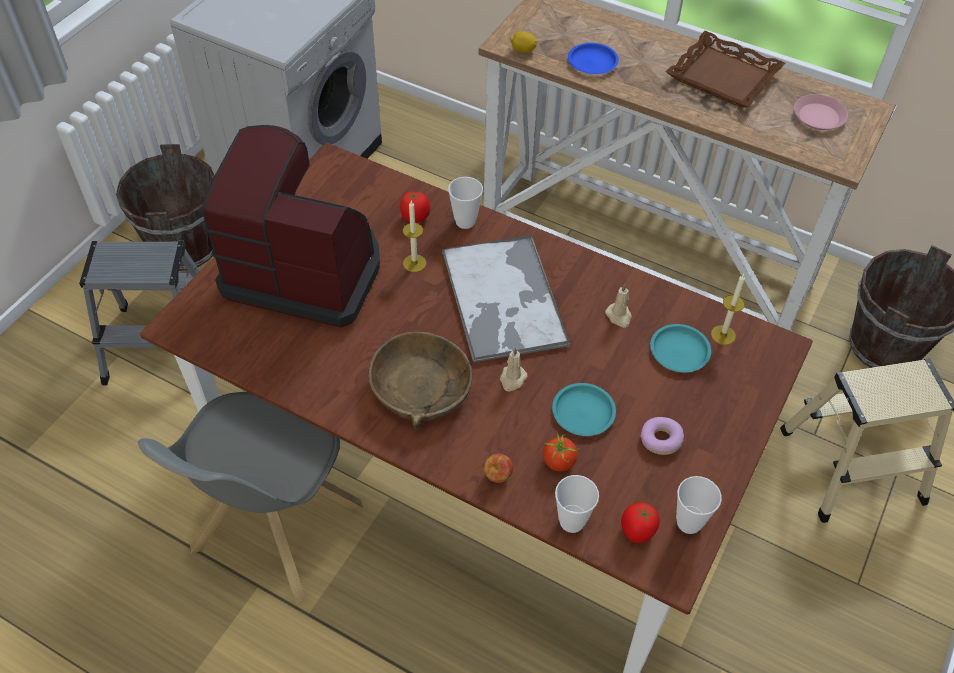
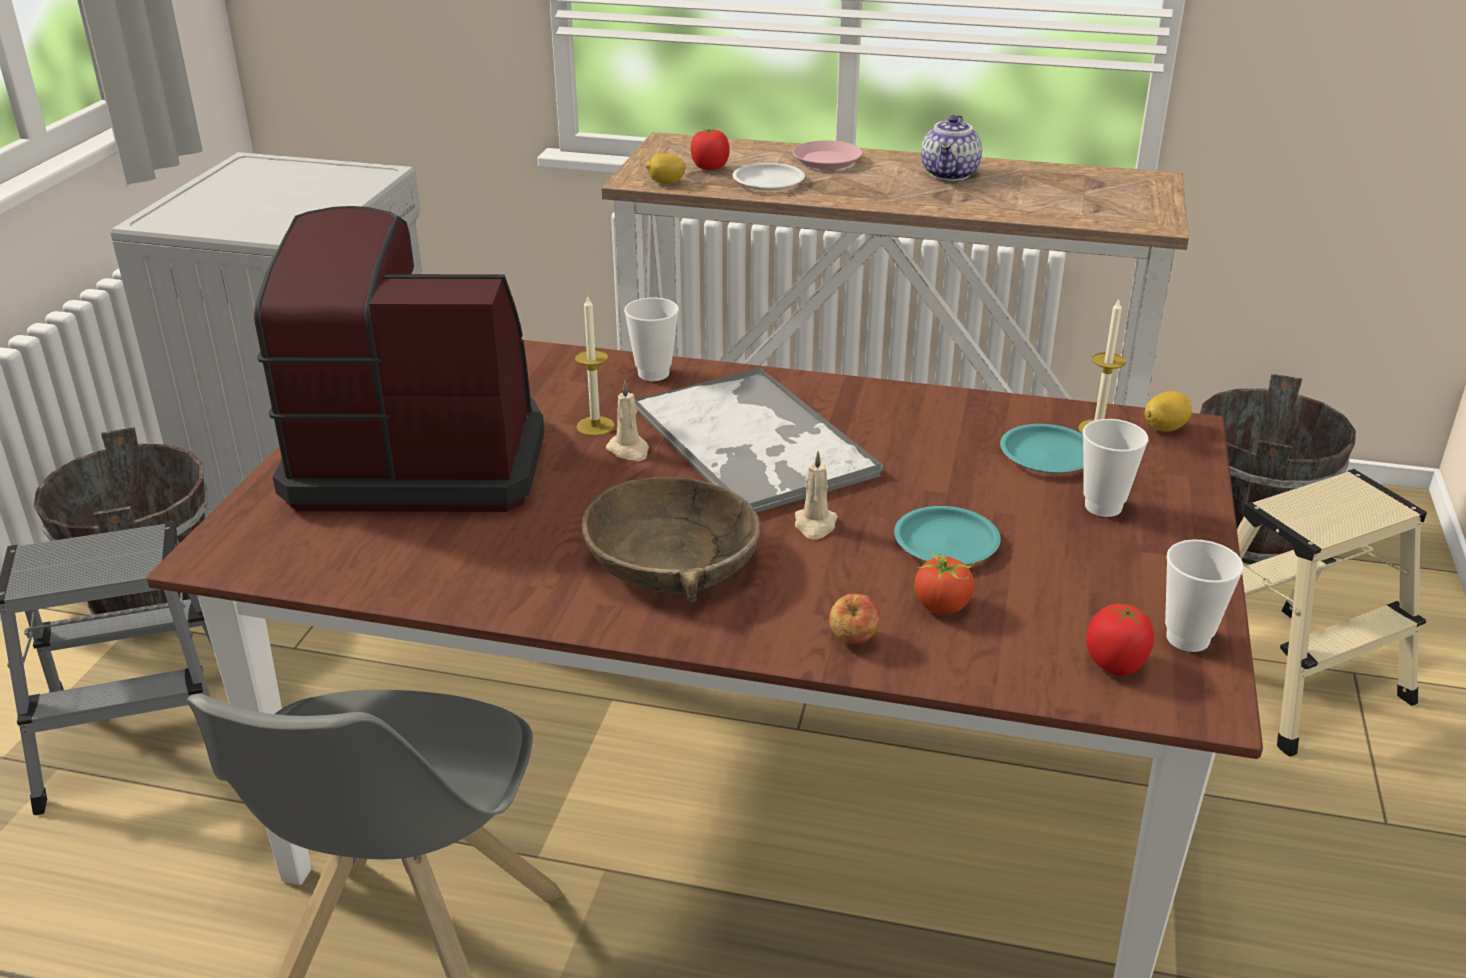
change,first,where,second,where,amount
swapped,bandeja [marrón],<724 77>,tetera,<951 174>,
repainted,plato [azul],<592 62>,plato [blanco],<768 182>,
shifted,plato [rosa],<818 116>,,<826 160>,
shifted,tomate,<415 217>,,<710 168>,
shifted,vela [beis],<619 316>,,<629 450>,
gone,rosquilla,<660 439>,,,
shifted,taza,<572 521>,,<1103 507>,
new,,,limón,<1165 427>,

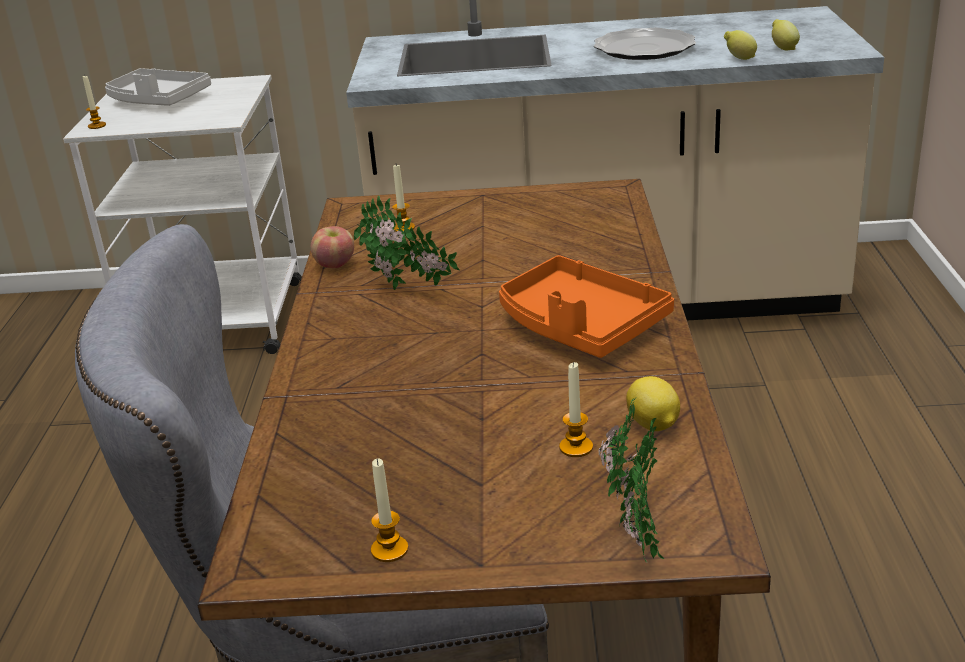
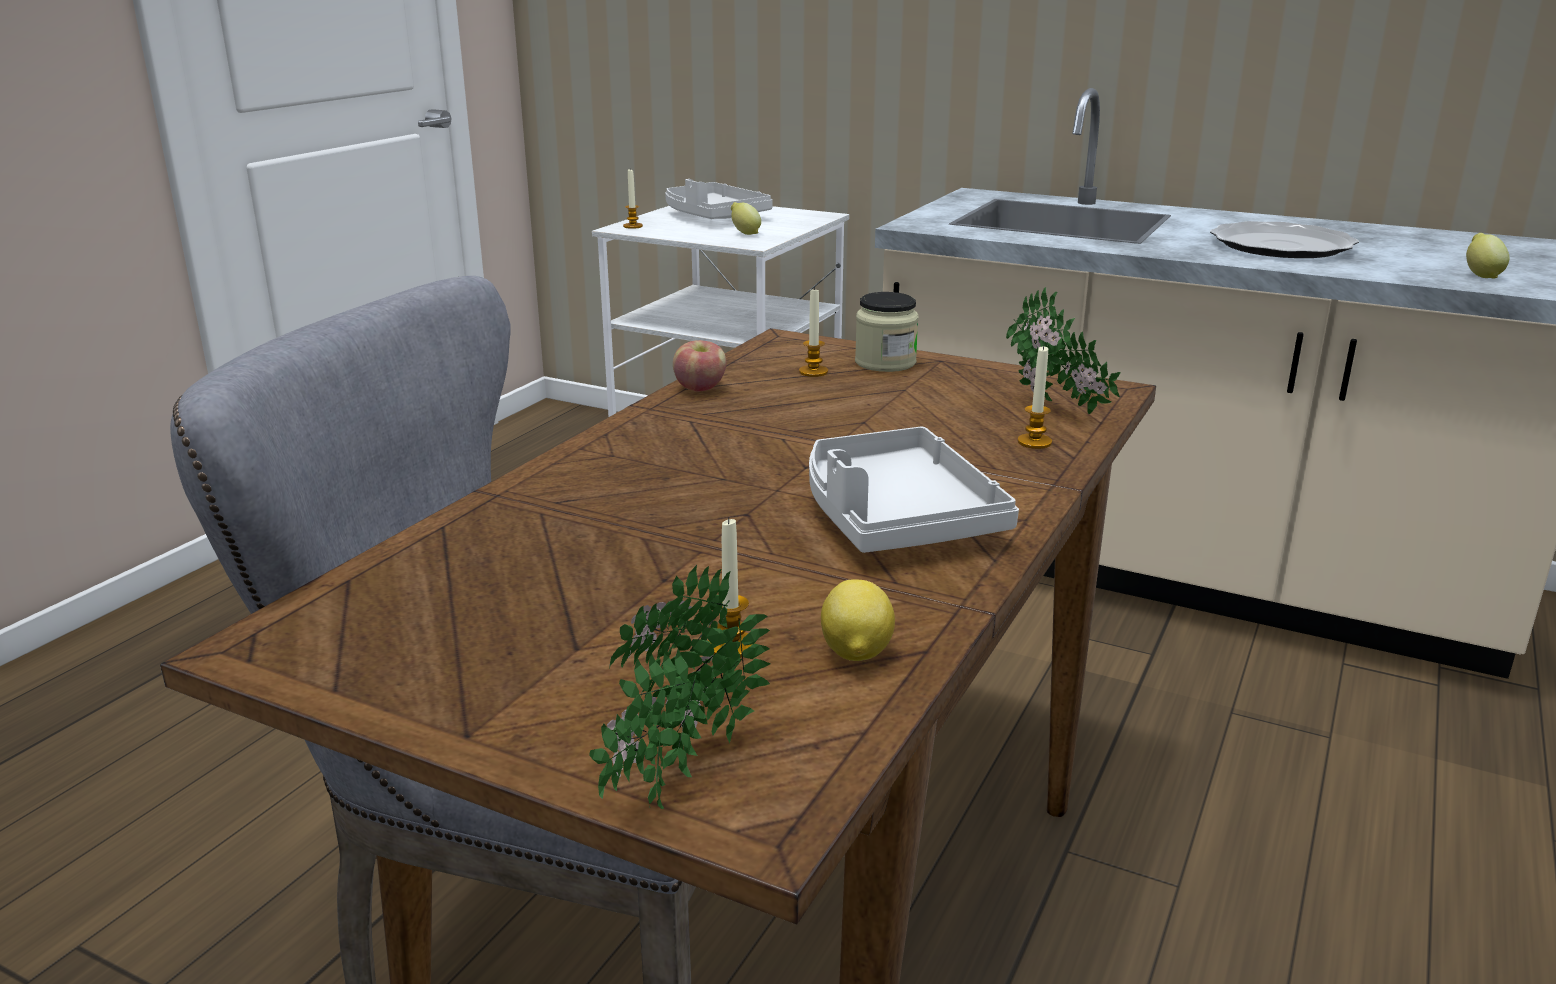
change,first,where,second,where,amount
shifted,limón,<739 59>,,<745 233>,
shifted,planta en maceta,<409 289>,,<1055 412>,
repainted,bandeja [naranja],<579 326>,bandeja [gris],<895 517>,
shifted,vela,<389 549>,,<1034 442>,
new,,,tarro,<885 362>,

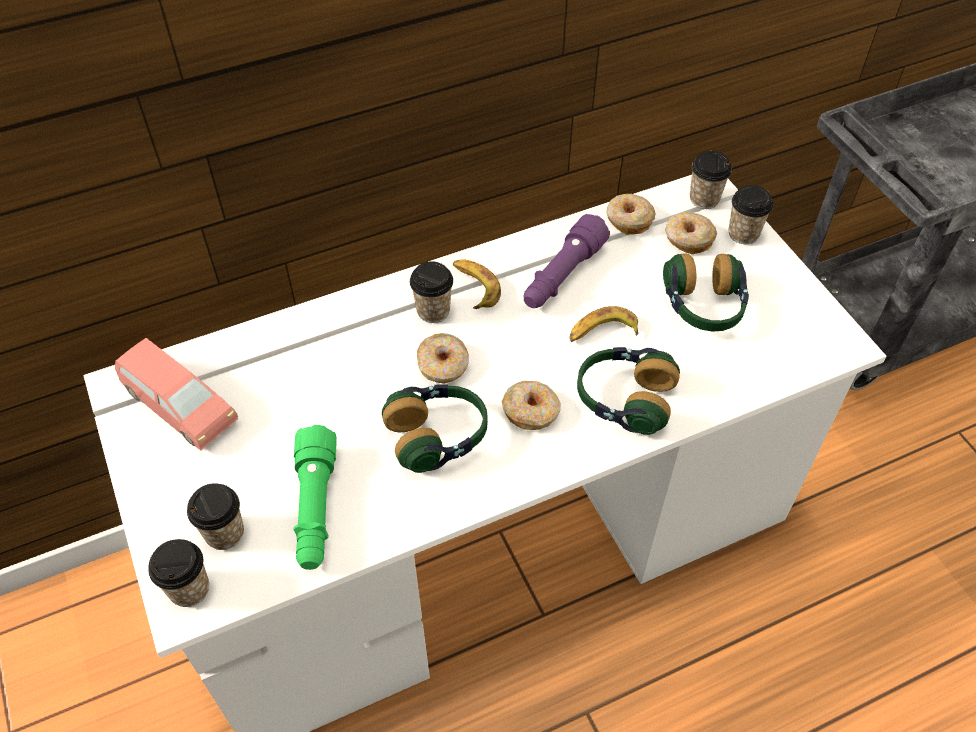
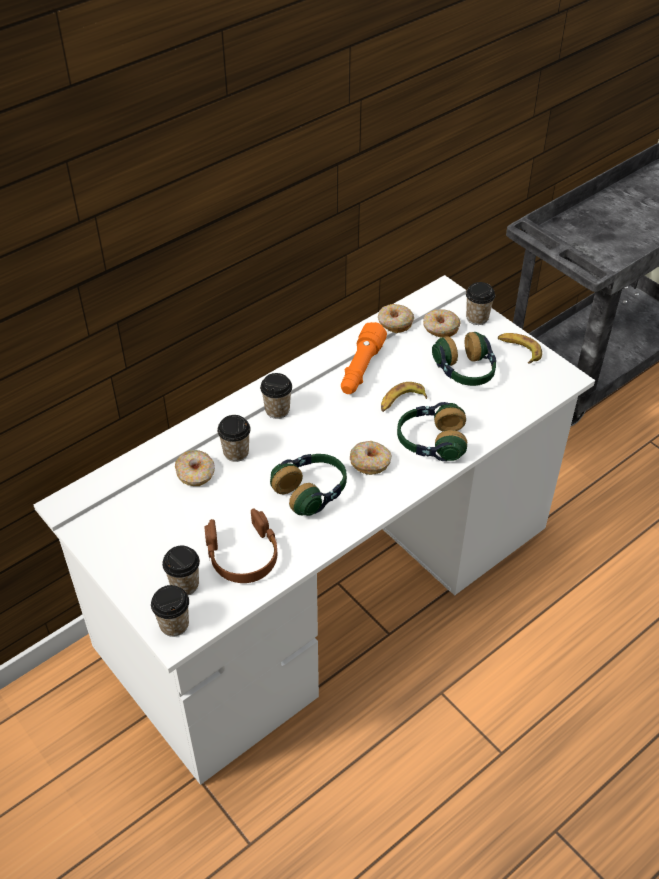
change,first,where,second,where,amount
shifted,taza,<704 199>,,<236 452>,
repainted,linterna [morado],<562 275>,linterna [naranja],<361 369>,
shifted,plátano,<474 287>,,<519 350>,
shifted,rosquilla,<443 365>,,<196 473>,
gone,coche de juguete [rosa],<180 406>,,,
swapped,linterna [verde],<315 508>,auriculares [marrón],<243 555>,

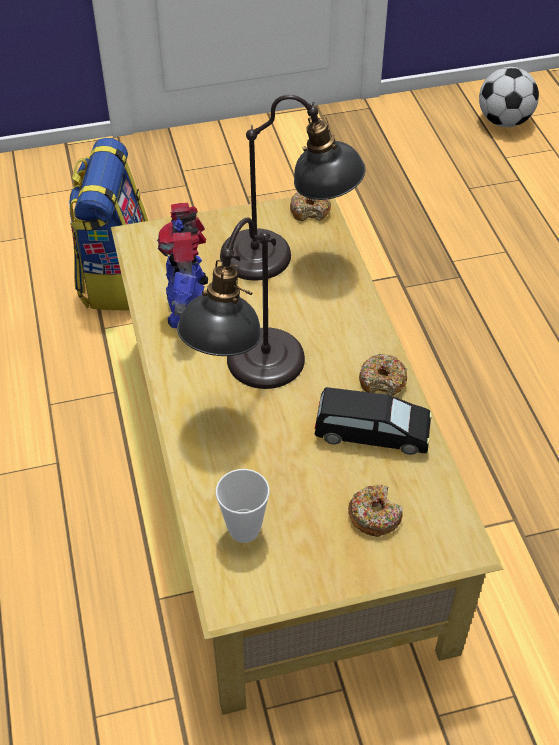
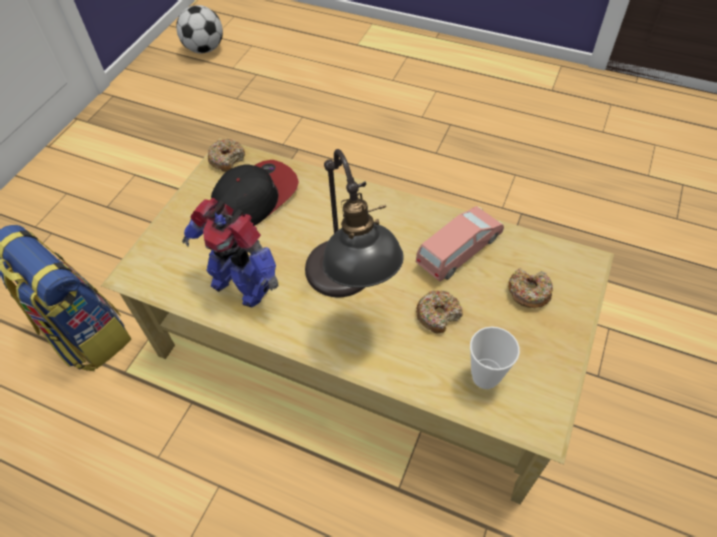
change,first,where,second,where,amount
swapped,lámpara de mesa [gris],<287 255>,gorra,<255 197>,
shifted,rosquilla,<382 381>,,<438 315>,
repainted,coche de juguete [negro],<372 433>,coche de juguete [rosa],<458 250>,

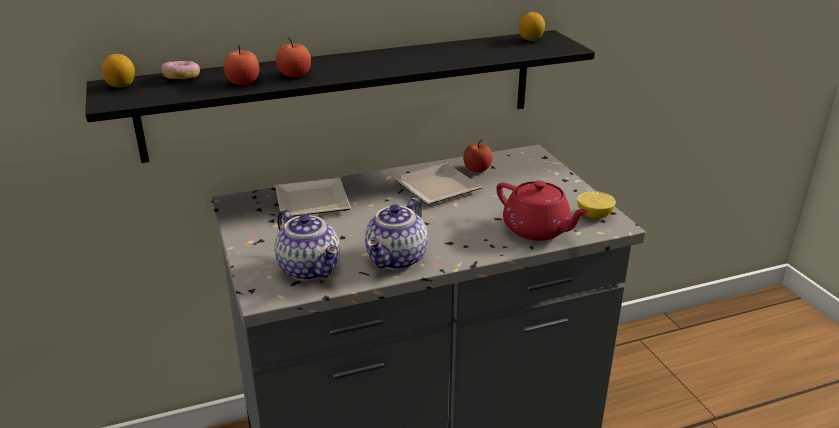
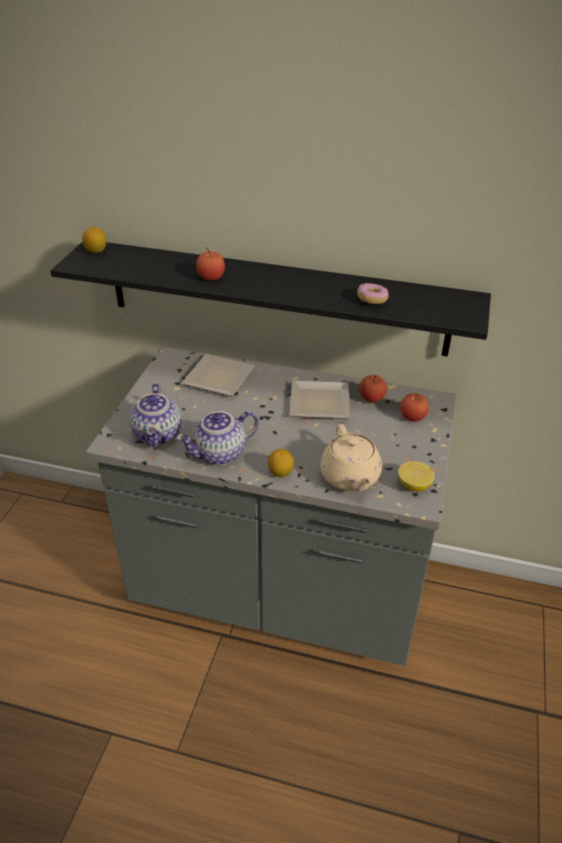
change,first,where,second,where,amount
shifted,limón,<531 40>,,<281 473>,
shifted,manzana,<243 82>,,<412 417>,
shifted,rosquilla,<182 78>,,<372 300>,
repainted,tetera [rojo],<537 230>,tetera [beis],<350 477>,

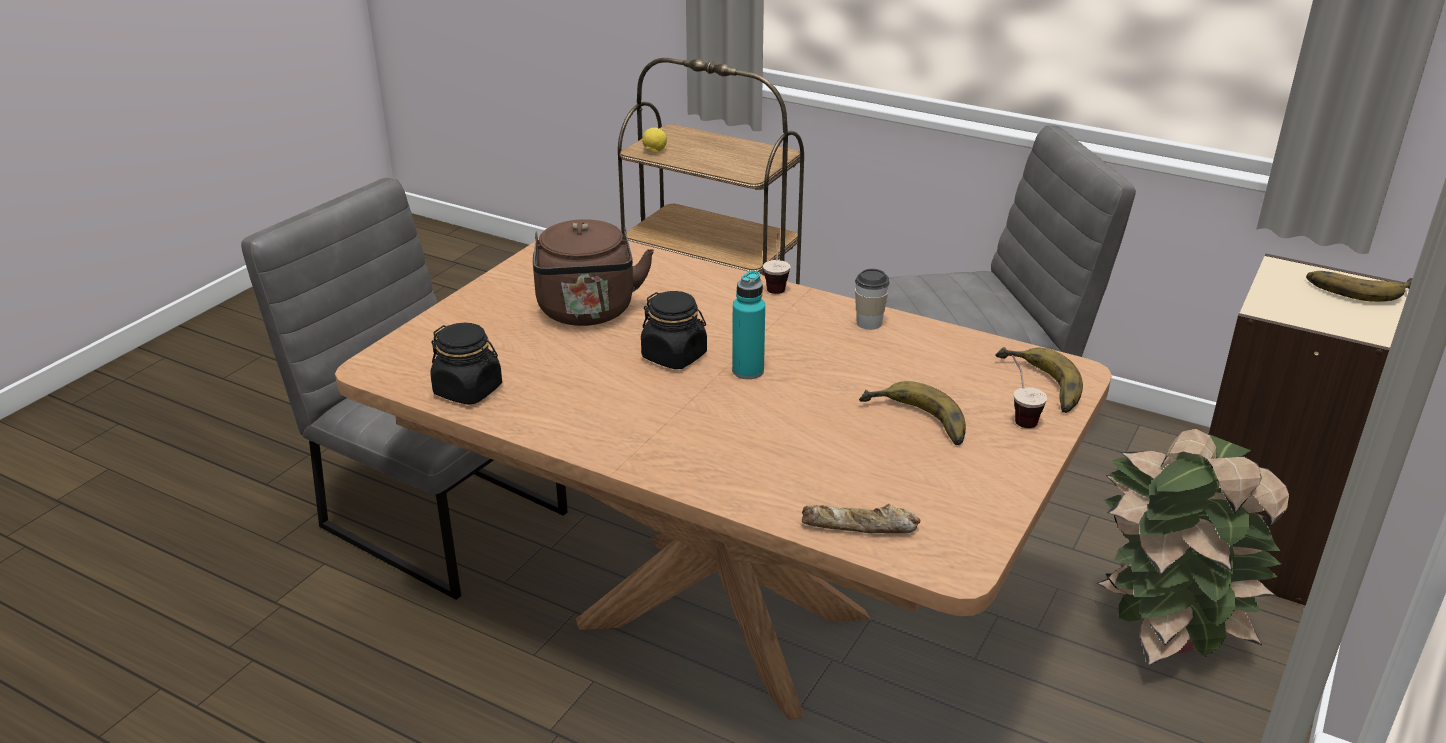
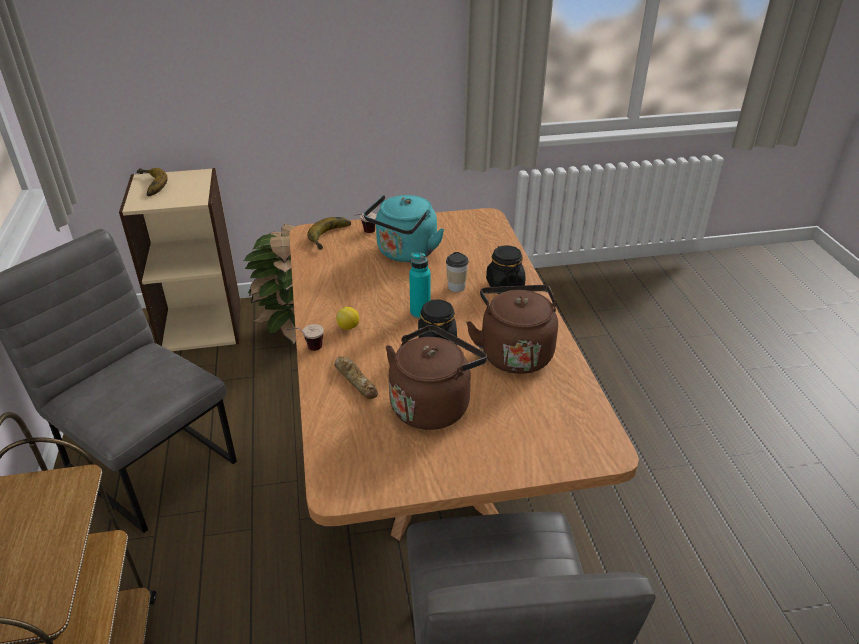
change,first,where,second,where,amount
shifted,limón,<654 151>,,<348 327>,
shifted,taza,<869 323>,,<456 287>,
shifted,tarro [negro],<468 390>,,<504 285>,
swapped,plátano,<914 423>,hervidor [turquesa],<405 253>,
shifted,pan,<860 527>,,<356 380>,
new,,,hervidor [marrón],<514 353>,

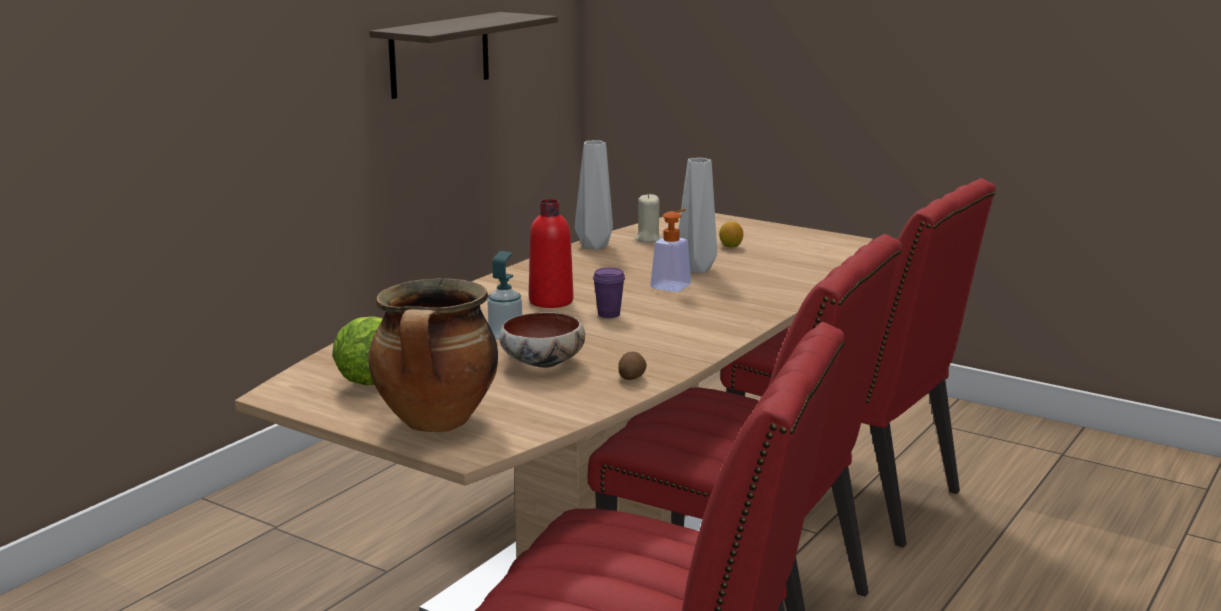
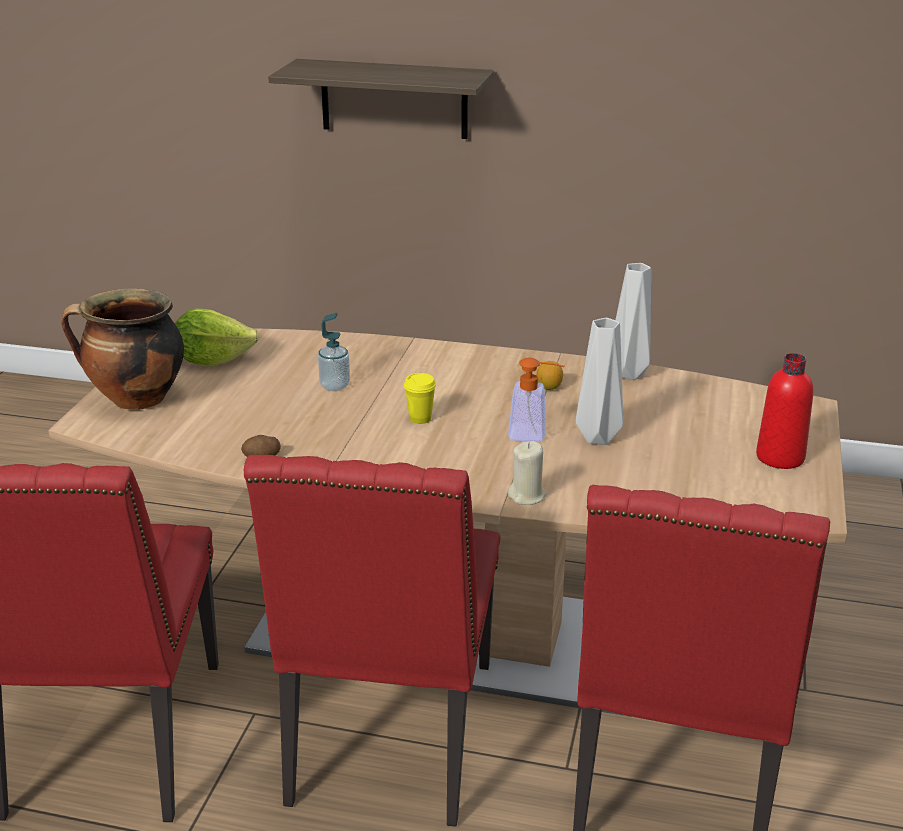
change,first,where,second,where,amount
shifted,estante,<440 54>,,<394 99>,
shifted,vela [beis],<647 239>,,<527 496>,
shifted,botella [rojo],<551 301>,,<780 457>,
shifted,limón,<730 246>,,<549 387>,
repainted,taza [morado],<609 314>,taza [amarillo],<420 418>,
gone,cuenco,<542 364>,,,

